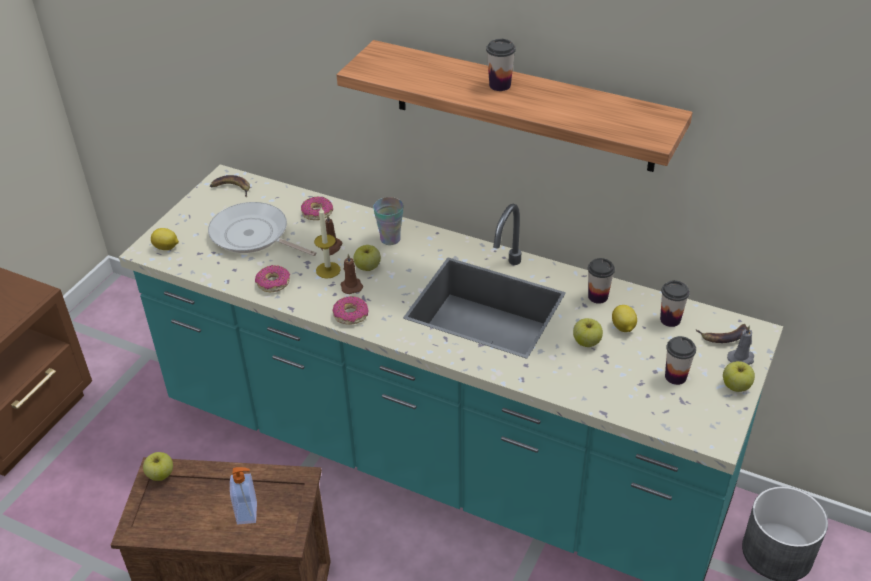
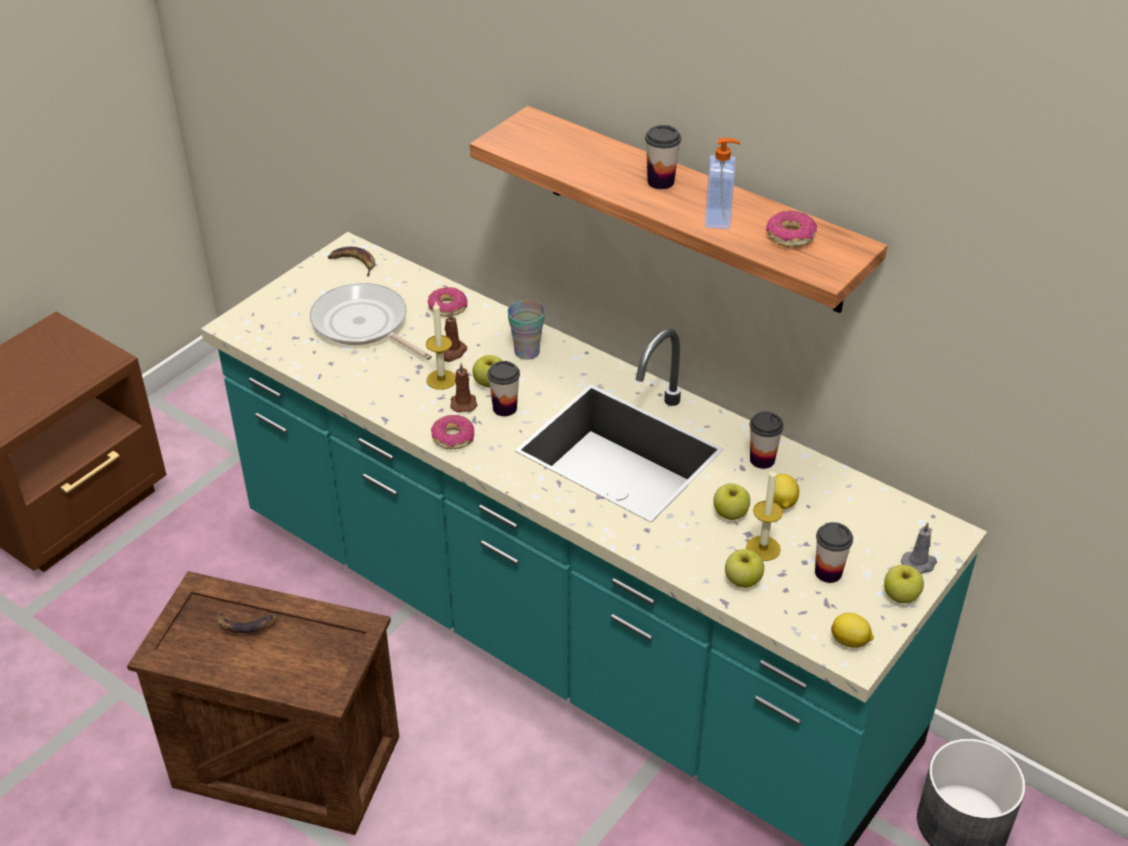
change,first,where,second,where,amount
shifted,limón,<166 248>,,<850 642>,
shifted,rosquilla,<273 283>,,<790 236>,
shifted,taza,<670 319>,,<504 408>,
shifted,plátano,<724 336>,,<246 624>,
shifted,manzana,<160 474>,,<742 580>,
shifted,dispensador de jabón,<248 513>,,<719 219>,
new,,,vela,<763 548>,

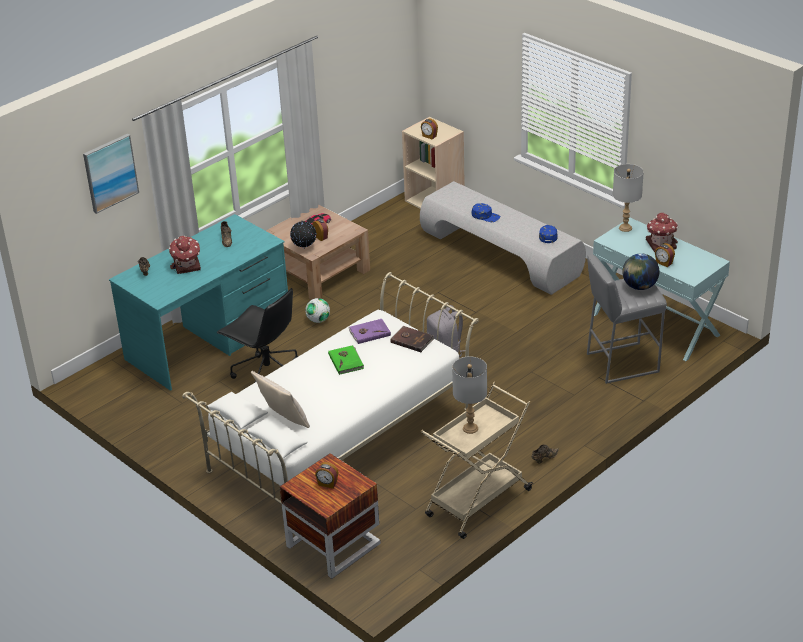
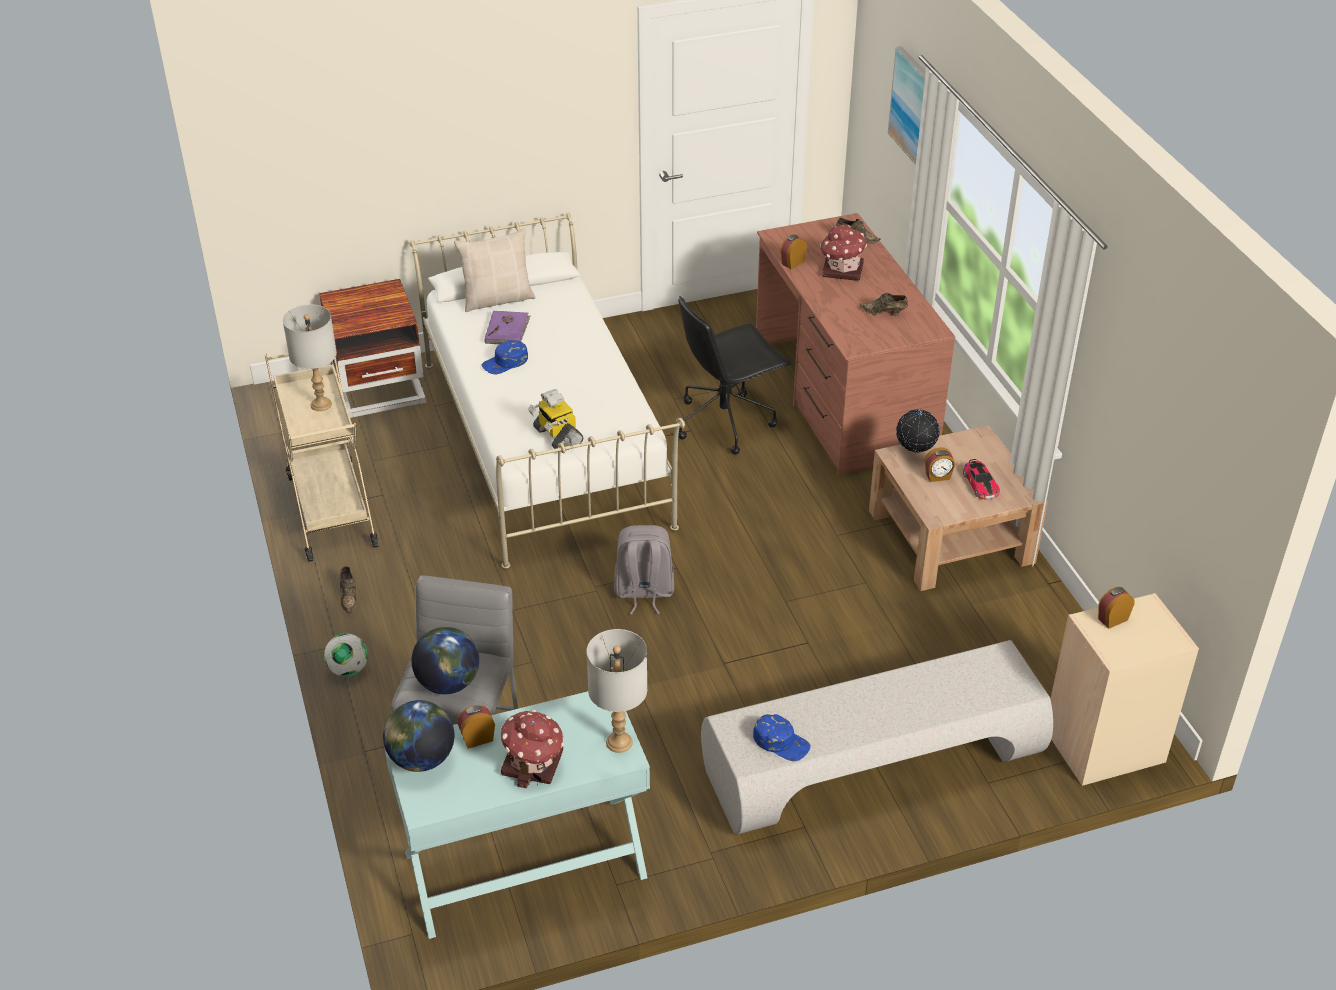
change,first,where,second,where,amount
shifted,gorra [azul],<485 216>,,<505 362>,
repainted,escritorio [turquesa],<209 340>,escritorio [marrón],<842 398>,
shifted,balón de fútbol,<318 320>,,<348 669>,
shifted,libro [morado],<369 332>,,<507 330>,
swapped,libro [marrón],<412 340>,robot de juguete,<557 436>,
gone,libro [verde],<346 361>,,,
shifted,despertador,<327 484>,,<792 263>,
new,,,globo terráqueo,<421 758>,

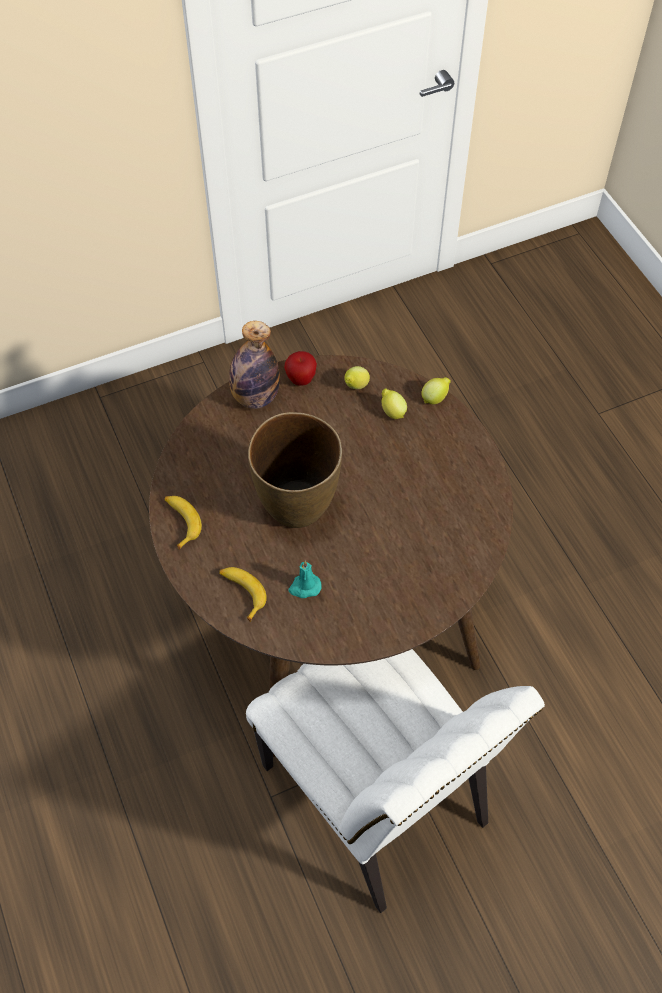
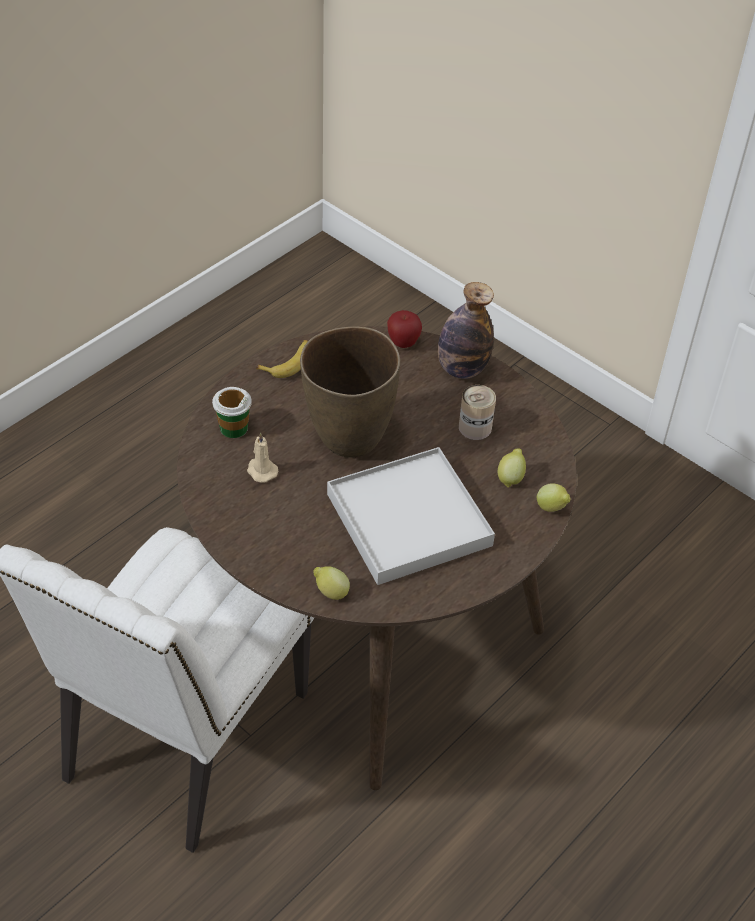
change,first,where,second,where,amount
shifted,manzana,<301 380>,,<403 343>,
shifted,limón,<355 386>,,<331 592>,
repainted,vela [turquesa],<304 587>,vela [beis],<261 470>,
swapped,plátano,<241 593>,taza,<233 428>,
new,,,lata,<475 428>,
new,,,bandeja [blanco],<409 520>,

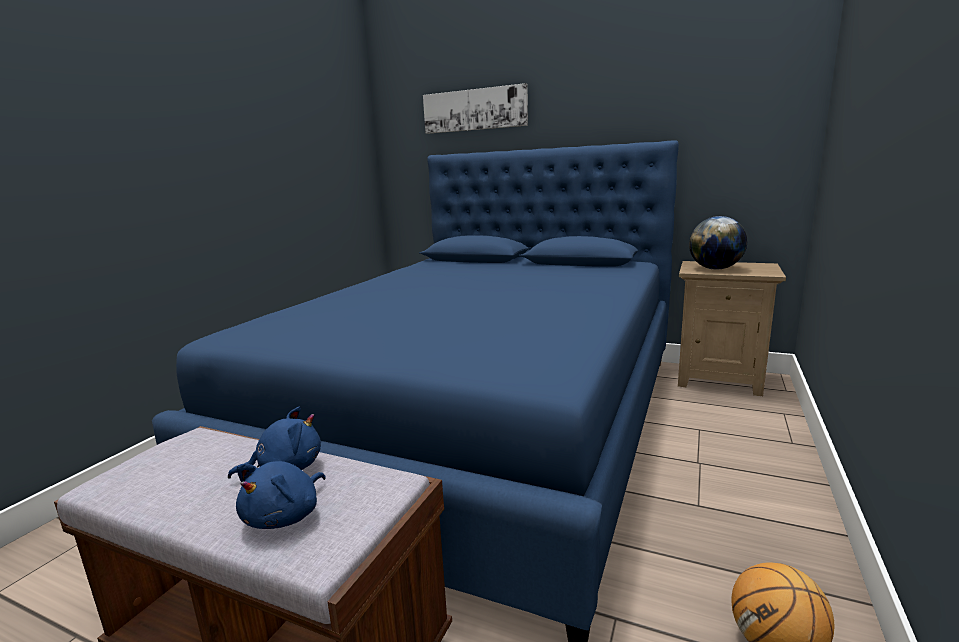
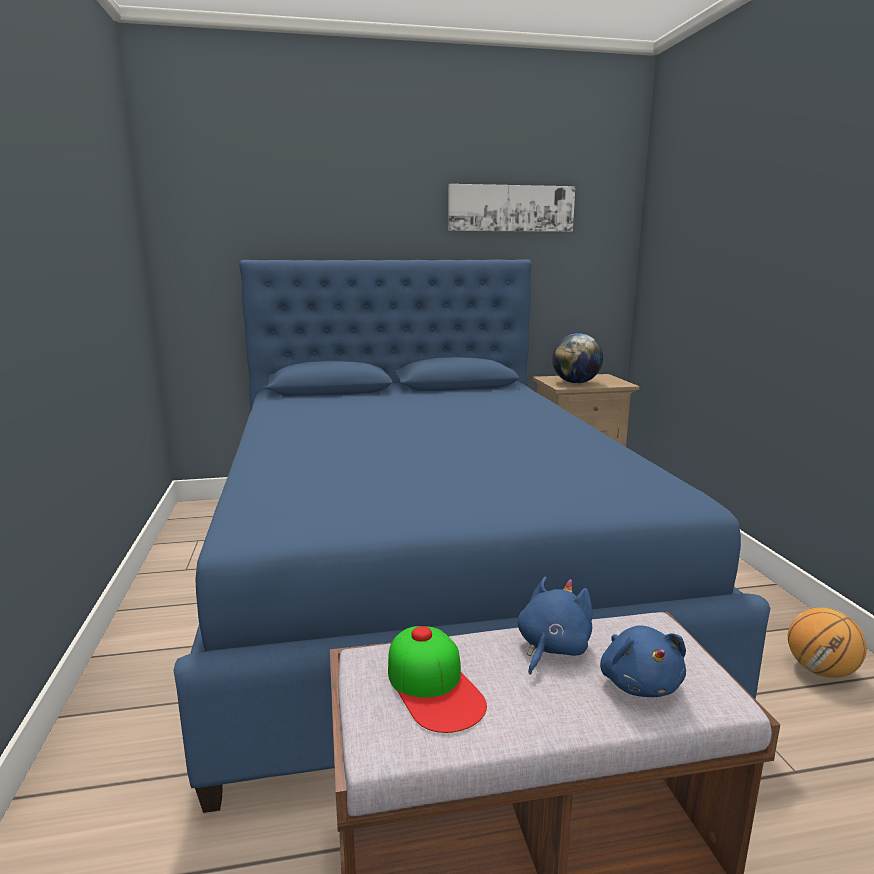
change,first,where,second,where,amount
shifted,cuadro,<475 110>,,<511 208>,
new,,,gorra,<434 686>,

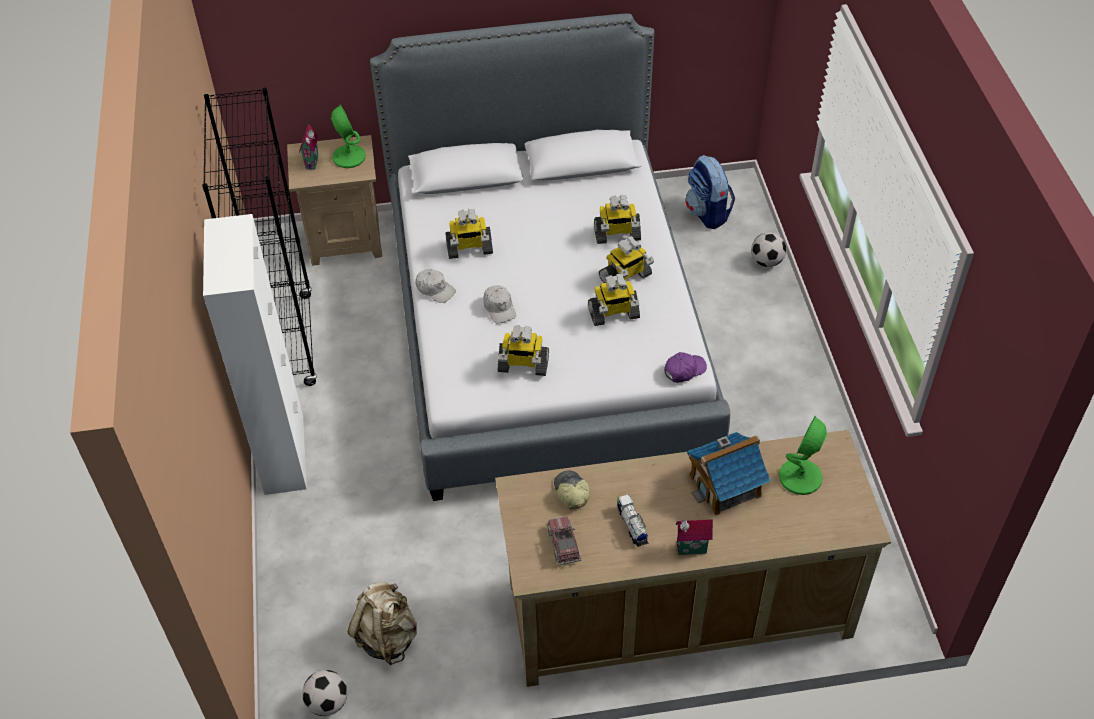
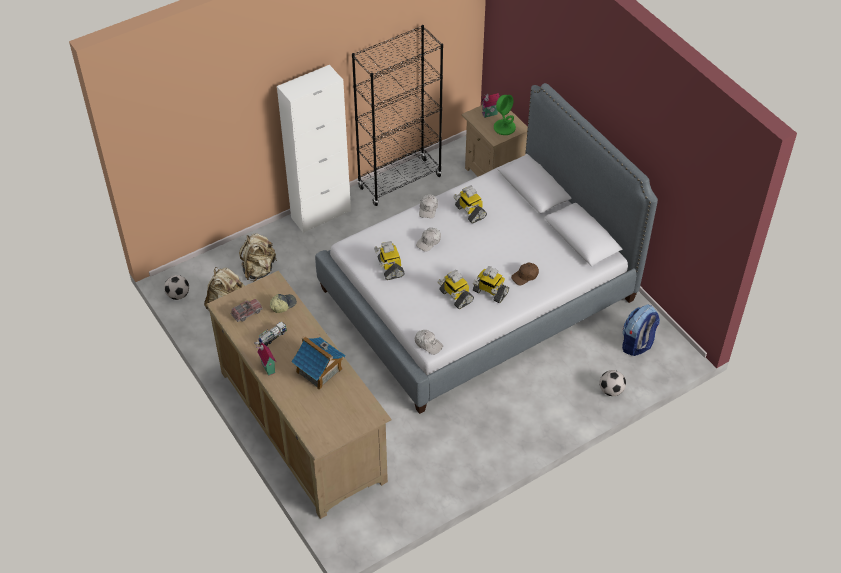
change,first,where,second,where,amount
swapped,robot de juguete,<617 235>,gorra [marrón],<525 276>,
repainted,gorra [morado],<684 370>,gorra [blanco],<428 344>,
gone,lámpara de mesa [verde],<800 477>,,,
new,,,mochila [beis],<259 269>,

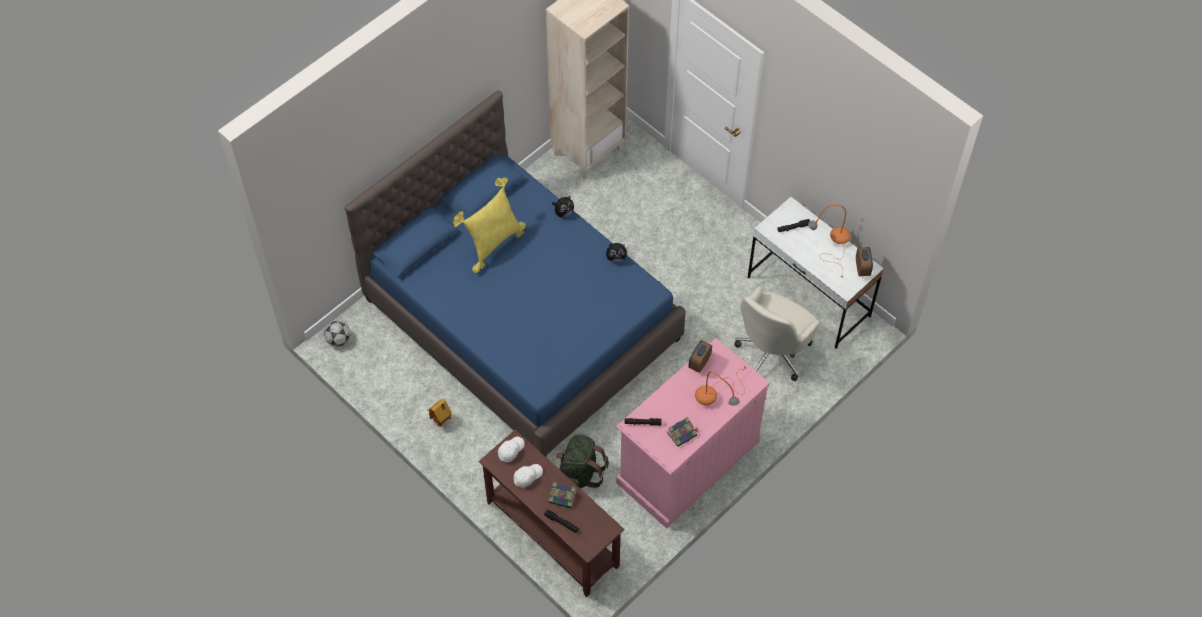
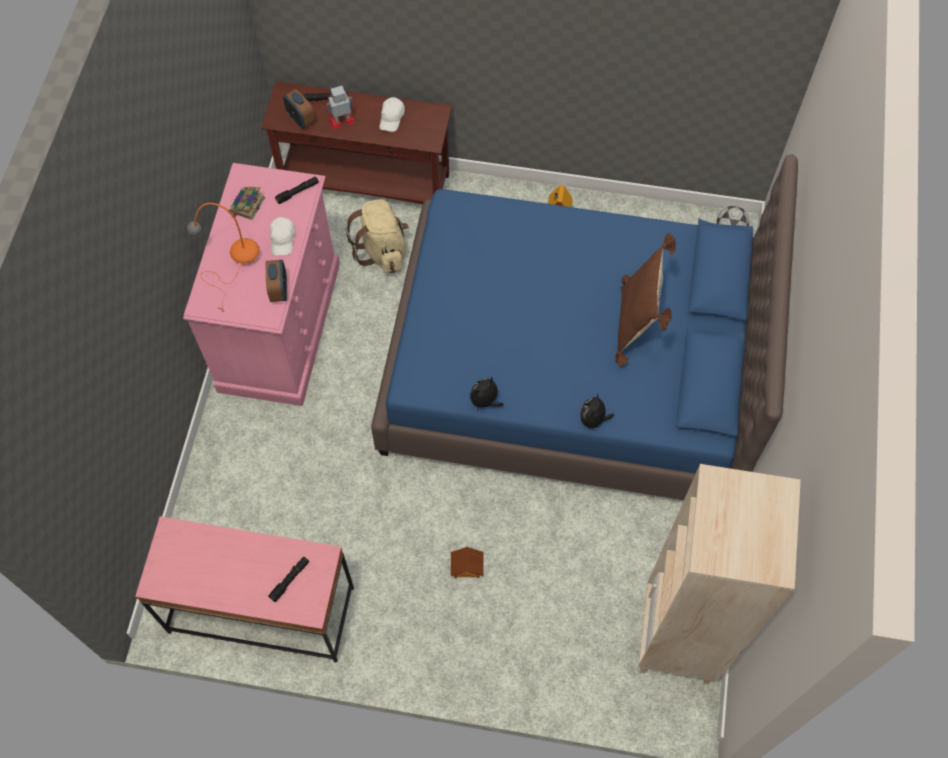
change,first,where,second,where,amount
repainted,cojín [amarillo],<491 245>,cojín [marrón],<638 327>,
repainted,escritorio [blanco],<808 297>,escritorio [rosa],<261 610>,
gone,lámpara de mesa [naranja],<832 247>,,,
shifted,despertador,<862 268>,,<300 119>,
gone,silla de oficina [beis],<771 354>,,,
repainted,mochila [verde],<579 473>,mochila [beis],<382 251>,
shifted,gorra [blanco],<510 450>,,<283 239>,
swapped,libro,<563 497>,robot de juguete,<342 120>,
new,,,casita,<466 567>,

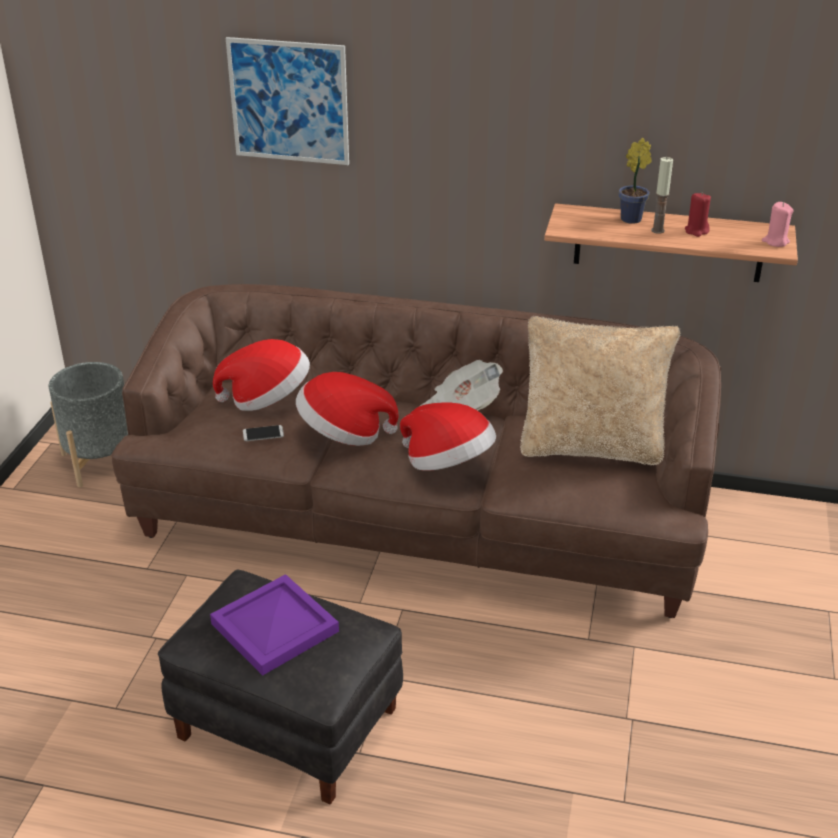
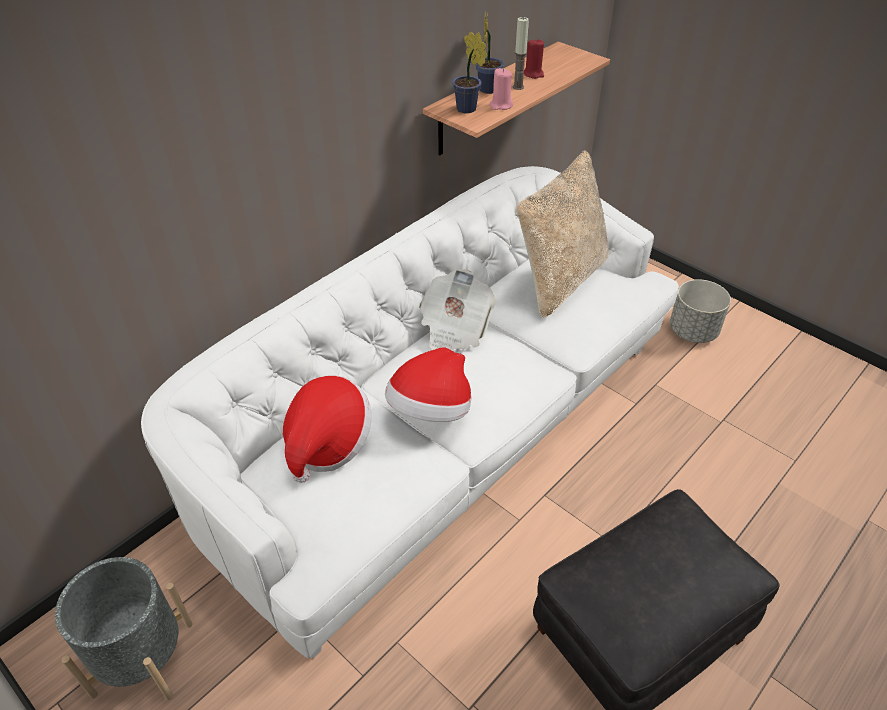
change,first,where,second,where,amount
gone,cuadro,<289 101>,,,
shifted,vela [rosa],<775 242>,,<500 105>,
repainted,sofá [marrón],<420 520>,sofá [blanco],<444 435>,
gone,sombrero,<448 464>,,,
gone,móvil,<263 434>,,,
gone,bandeja [morado],<272 627>,,,
new,,,planta en maceta,<468 110>,
new,,,maceta [gris],<693 331>,

